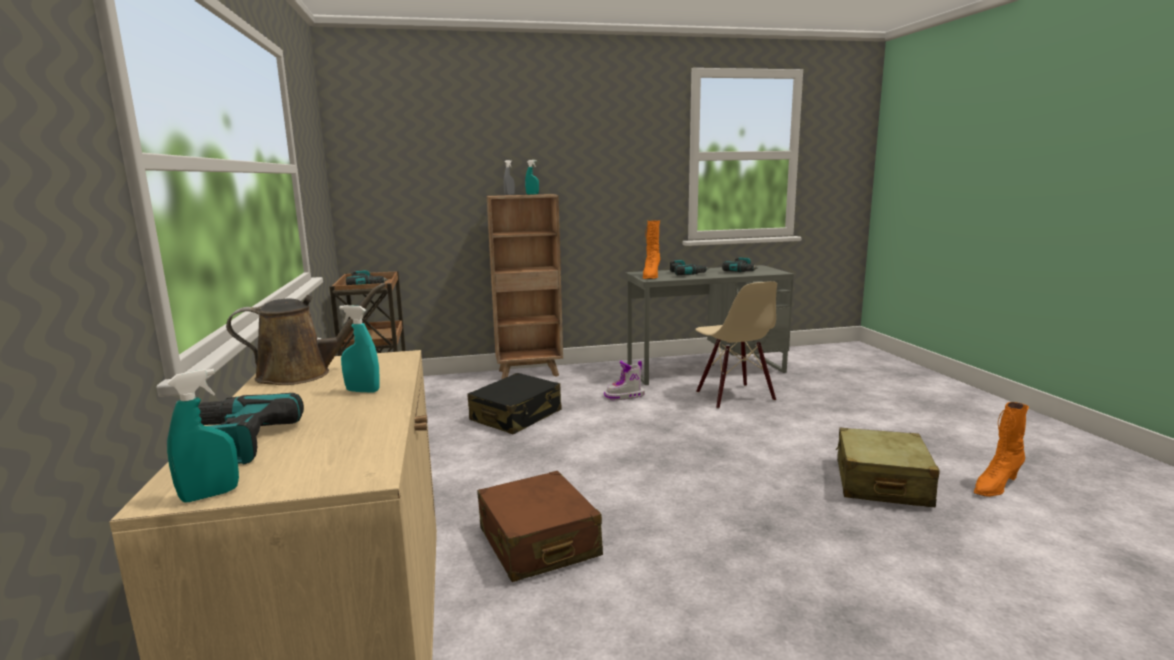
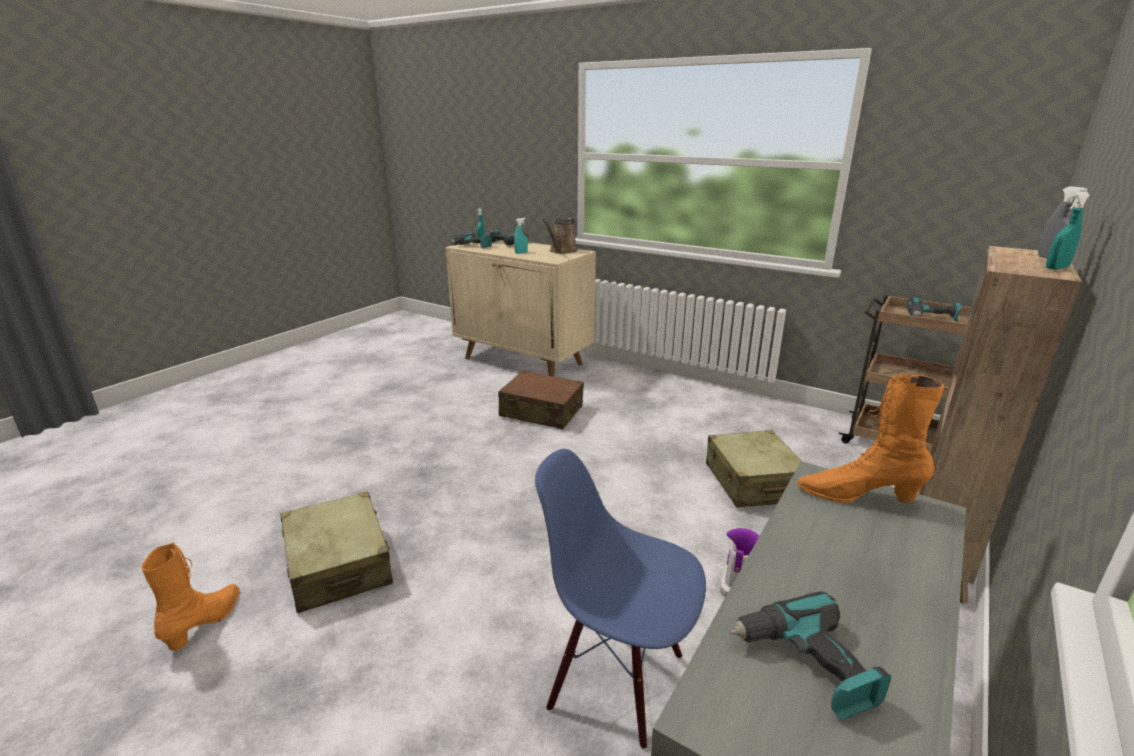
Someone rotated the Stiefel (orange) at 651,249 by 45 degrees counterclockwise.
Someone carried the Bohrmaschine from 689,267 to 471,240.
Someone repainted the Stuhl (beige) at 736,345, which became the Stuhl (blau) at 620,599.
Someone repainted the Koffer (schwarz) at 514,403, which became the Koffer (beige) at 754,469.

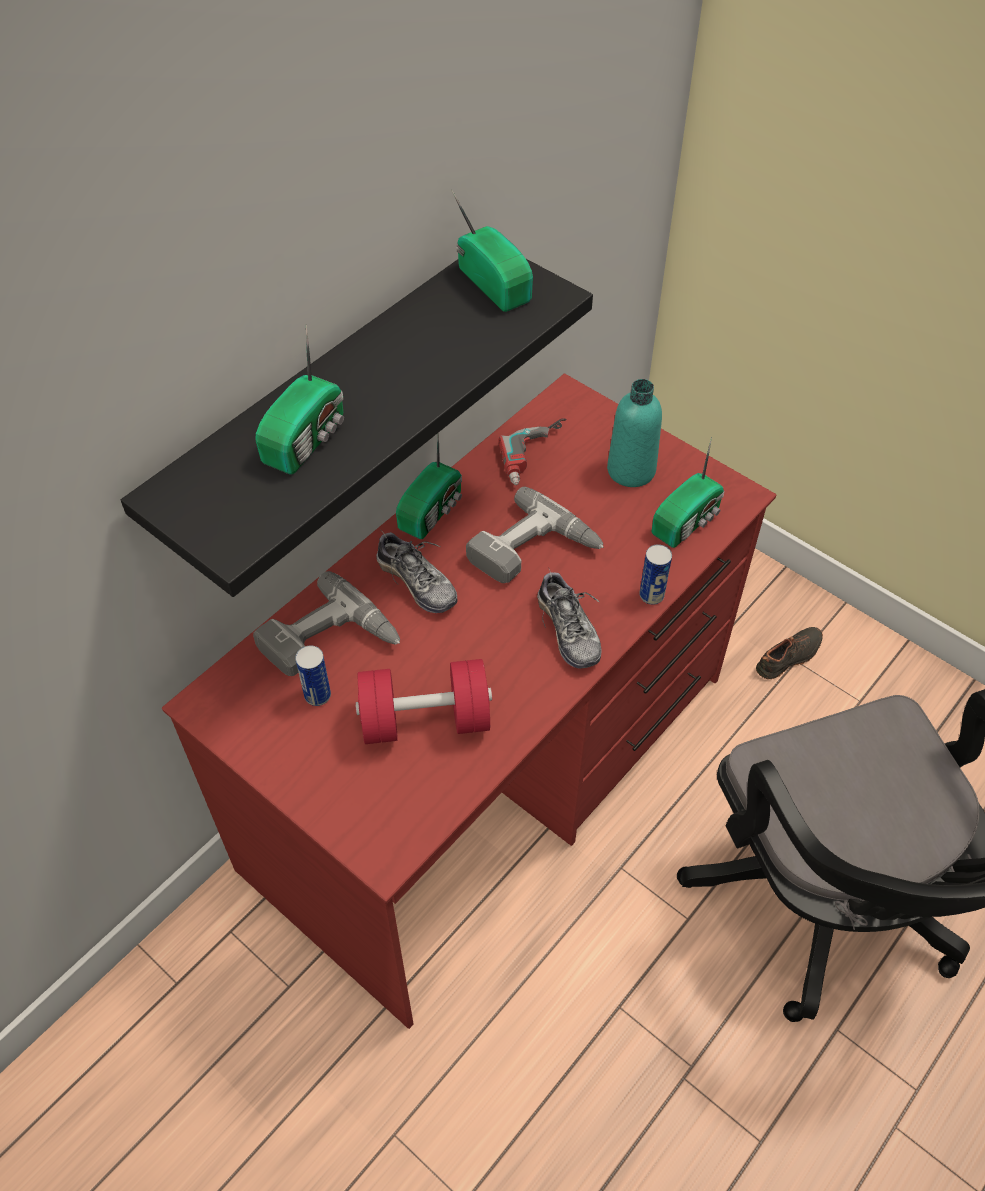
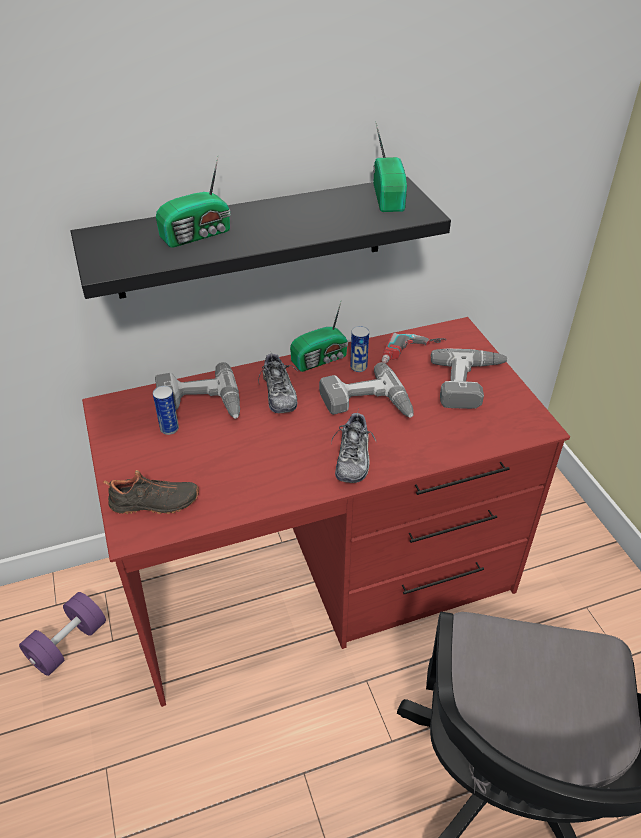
Someone swapped the Flasche (türkis) at 634,433 for the Bohrmaschine at 470,379.
Someone took away the Radio at 687,492.
Someone carried the Dose from 655,574 to 359,349.
Someone carried the Schuh (schwarz) from 789,653 to 151,492.
Someone took away the Hantel (rot) at 423,701.
Someone put down the Hantel (lila) at 62,634.

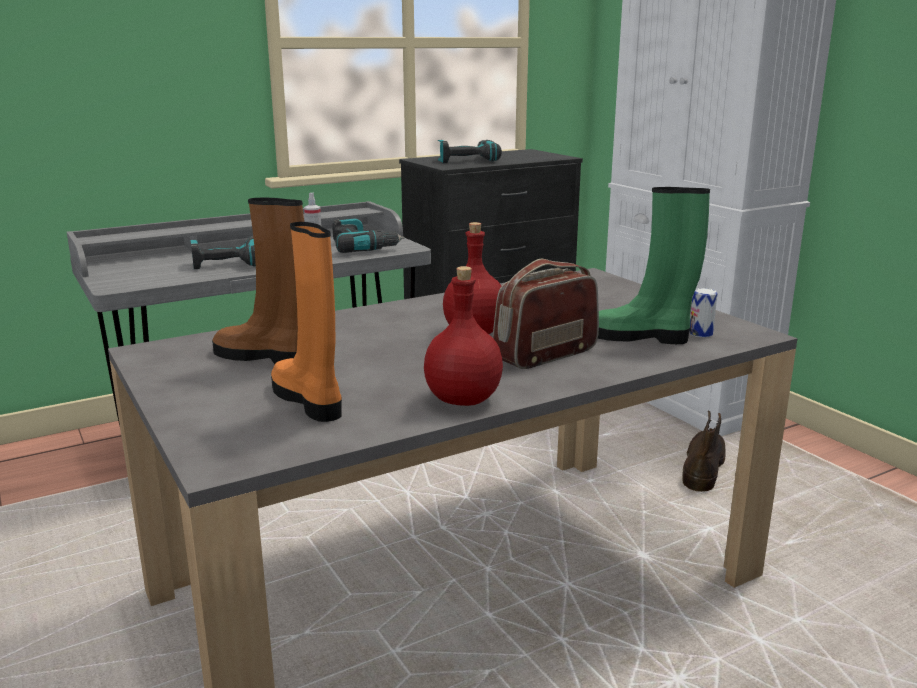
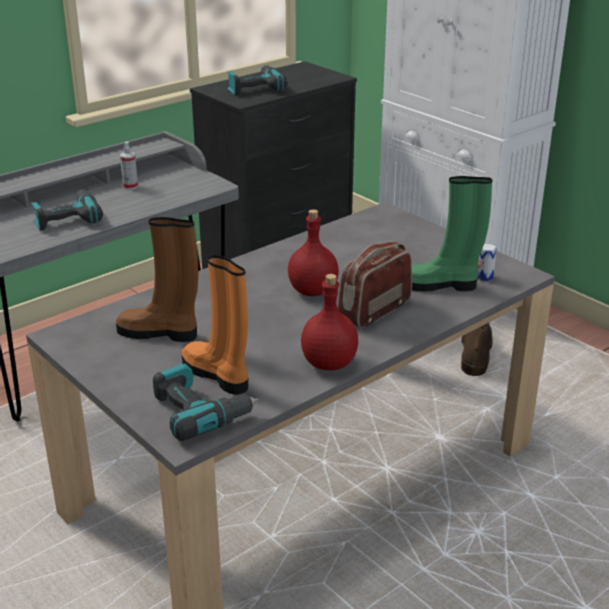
Someone carried the Bohrmaschine from 369,235 to 206,402.

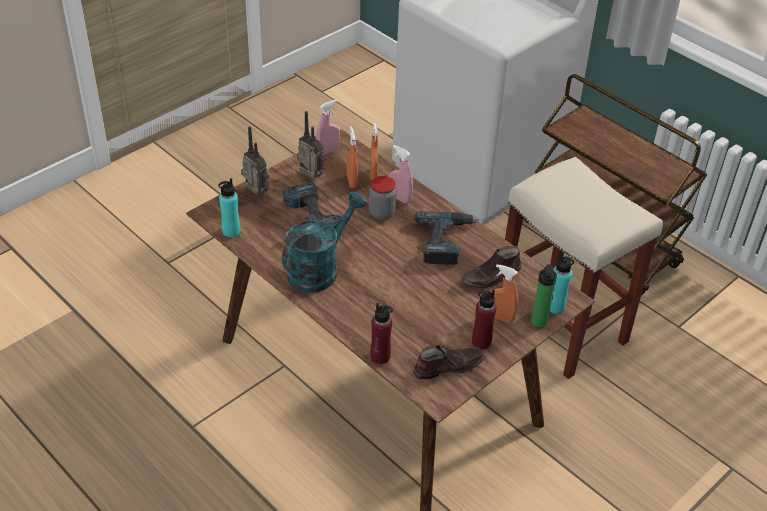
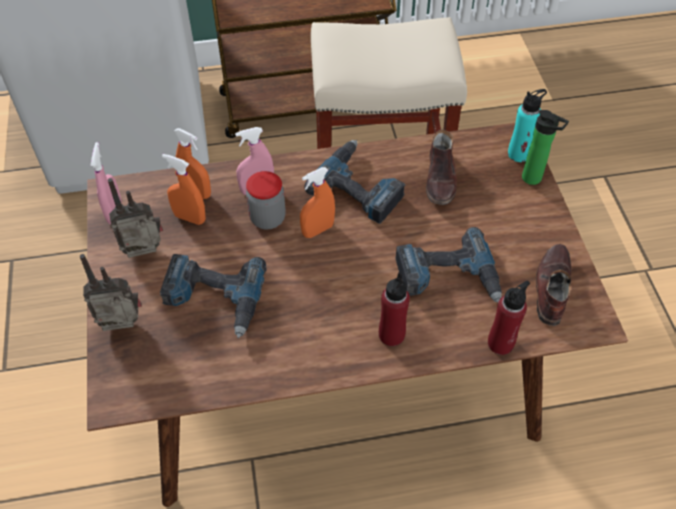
Someone took away the Flasche (türkis) at 229,208.
Someone took away the Gießkanne (türkis) at 324,242.
Someone carried the Sprühflasche (orange) from 505,293 to 317,202.
Someone carried the Flasche (rot) from 484,319 to 394,309.
Someone put down the Bohrmaschine at 449,264.

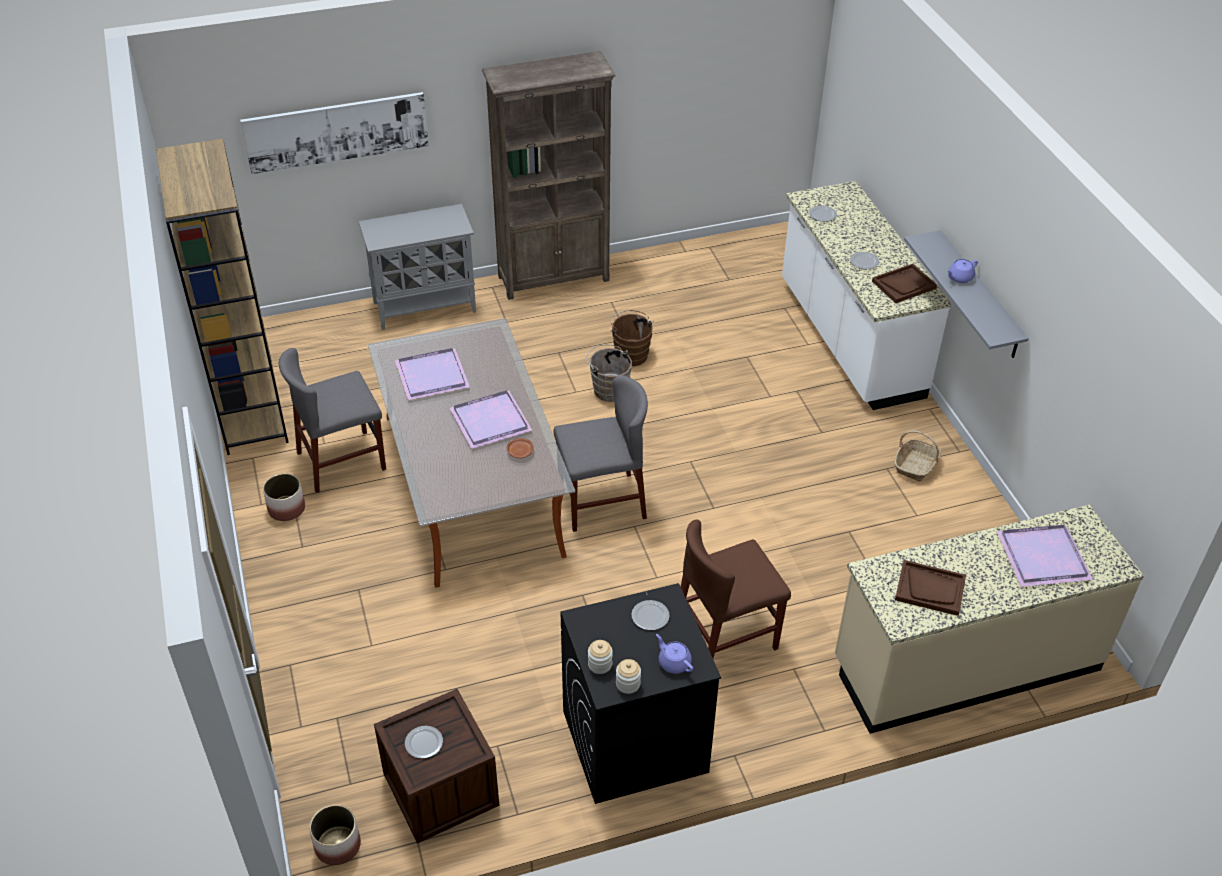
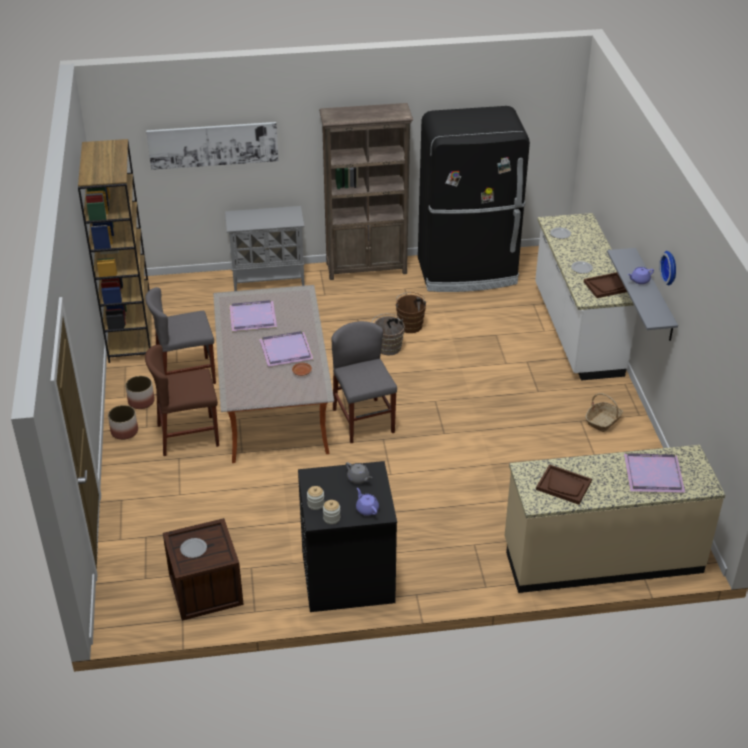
Someone rotated the Stuhl (grau) at 600,454 by 105 degrees counterclockwise.
Someone carried the Stuhl (braun) from 736,589 to 182,400.
Someone swapped the Teller at 651,615 for the Teekanne (grau) at 359,473.
Someone carried the Pflanzkübel from 335,835 to 123,422.
Someone put down the Kühlschrank (schwarz) at 474,199.
Someone put up the Wanduhr at 667,268.

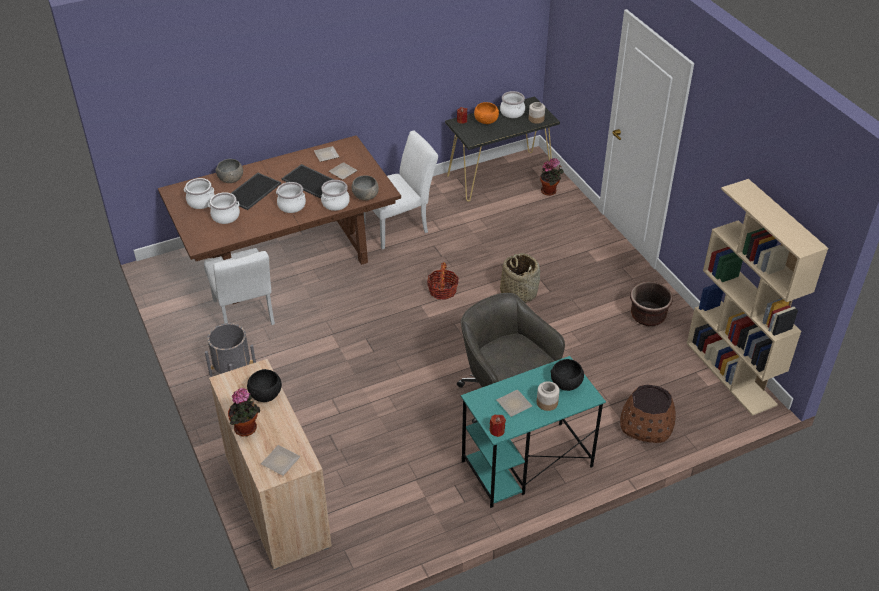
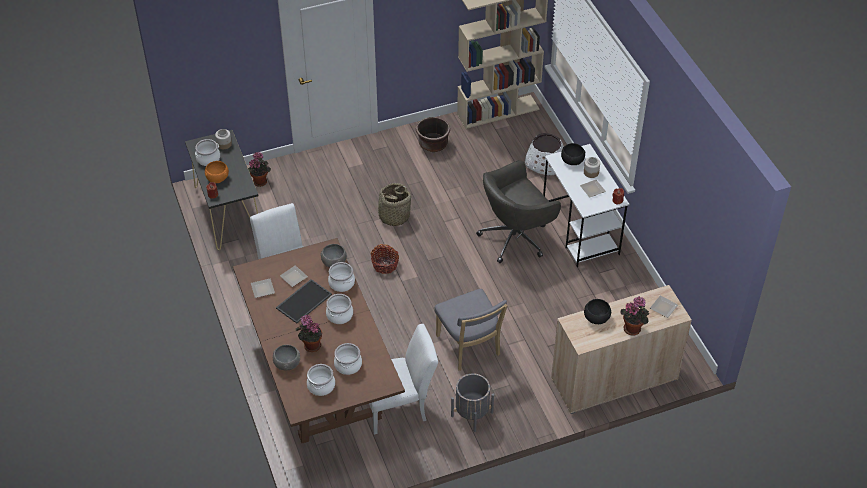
Someone swapped the Tablett at 256,191 for the Topfpflanze at 309,333.
Someone repainted the Schreibtisch (türkis) at 533,432, which became the Schreibtisch (weiß) at 586,205.
Someone repainted the Pflanzkübel (braun) at 648,414, which became the Pflanzkübel (weiß) at 544,154.
Someone put down the Stuhl (grau) at 471,330.

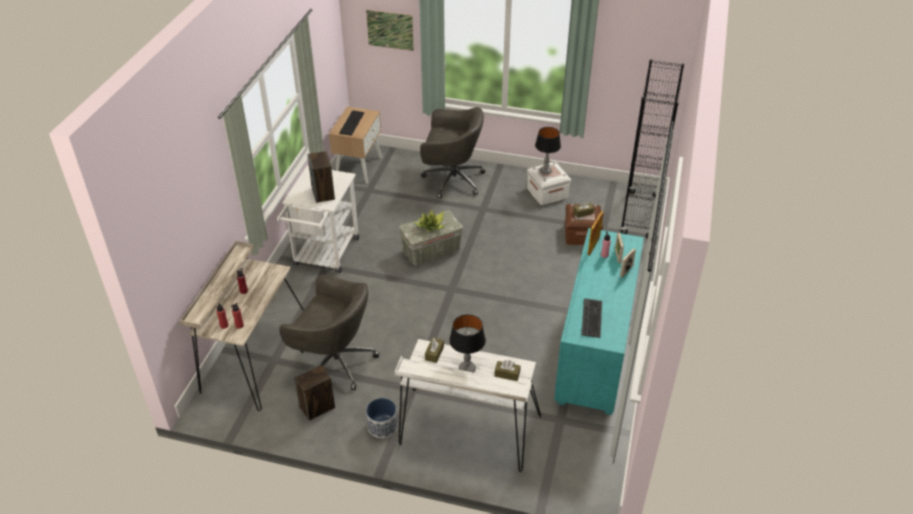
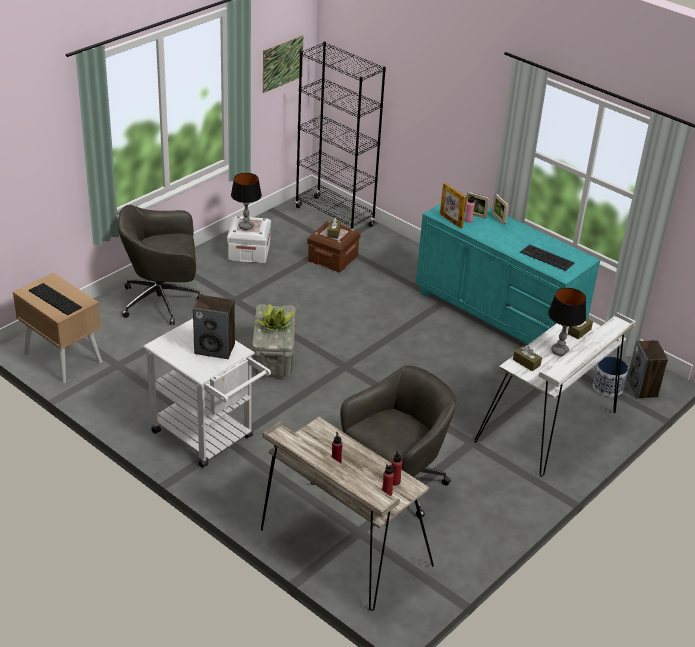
Someone carried the Bild from 390,30 to 283,64.
Someone rotated the Bürostuhl (grau) at 452,153 by 135 degrees counterclockwise.
Someone carried the Lautsprecher from 314,392 to 647,369.
Someone carried the Pflanzkübel from 382,418 to 610,376.

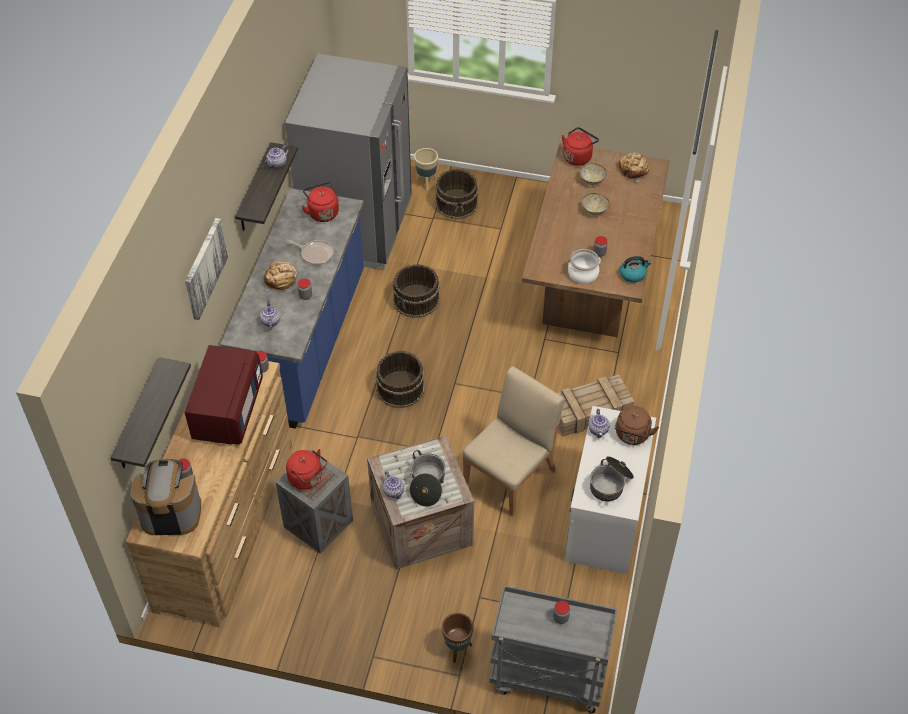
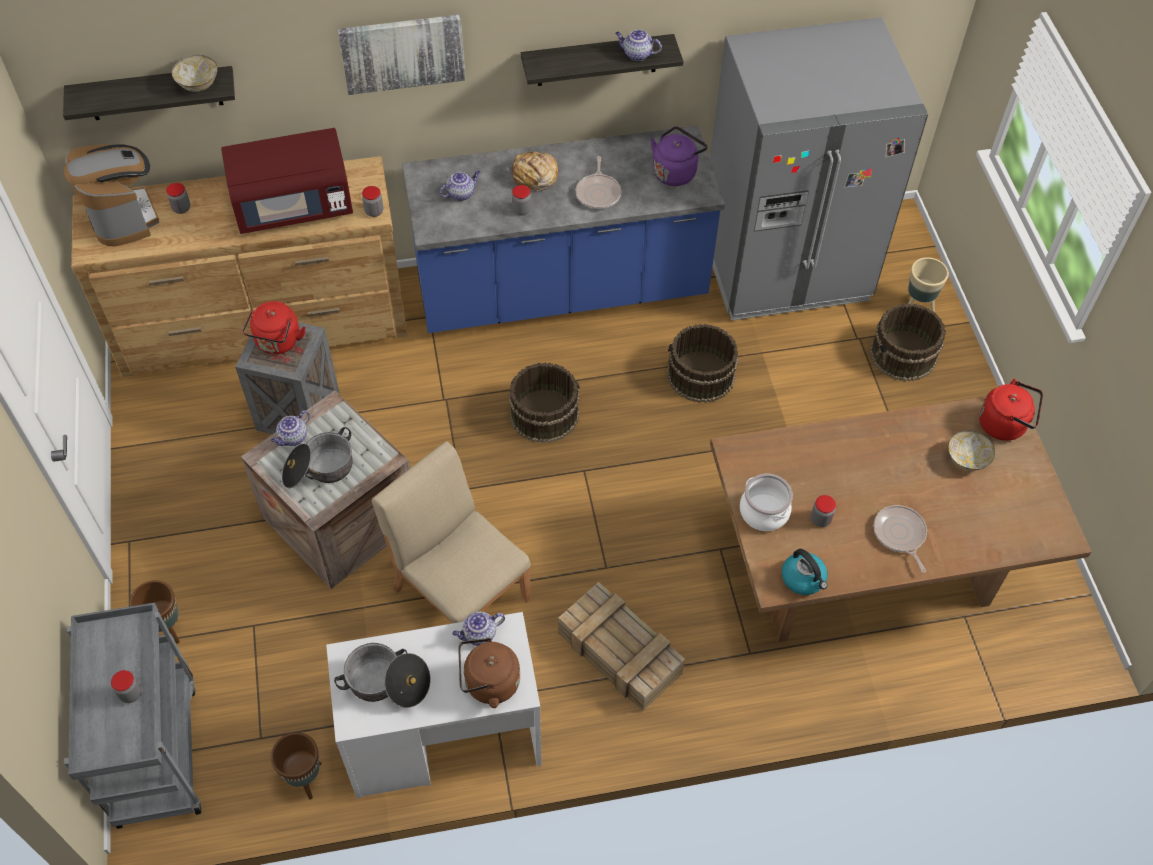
Someone took away the Brot at 634,167.
Someone repainted the Wasserkessel (rot) at 320,202, which became the Wasserkessel (lila) at 679,156.
Someone carried the Schüssel from 596,204 to 194,73.
Someone rotated the Stuhl (beige) at 513,441 by 150 degrees counterclockwise.
Someone put down the Pfanne at 900,539.
Someone put down the Pflanzkübel (braun) at 296,766.

